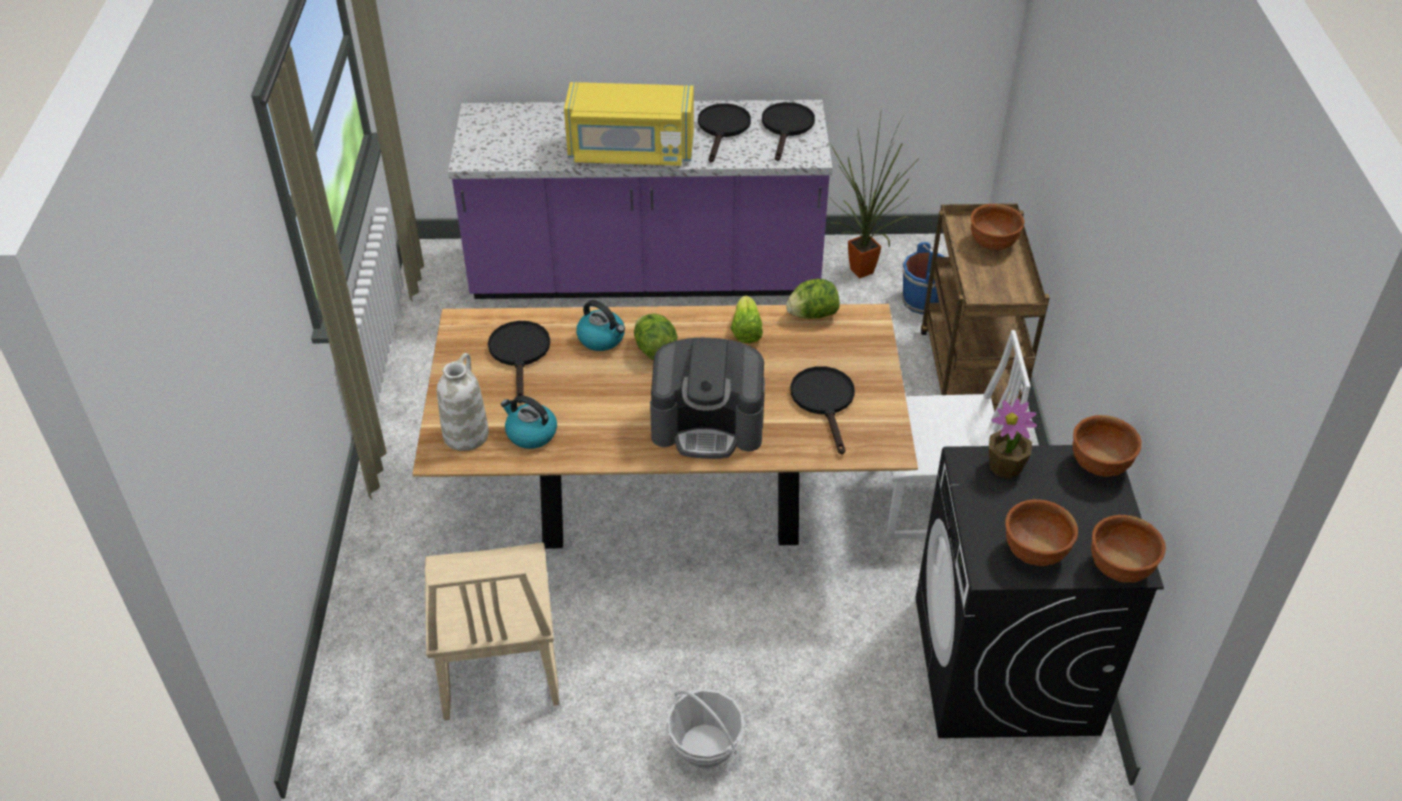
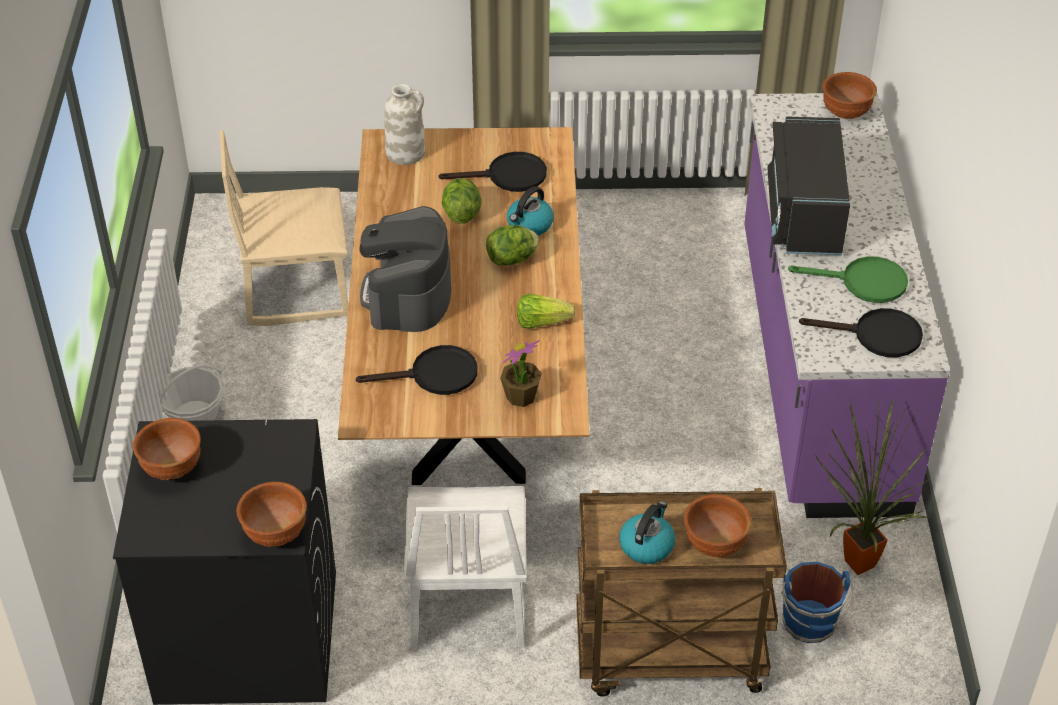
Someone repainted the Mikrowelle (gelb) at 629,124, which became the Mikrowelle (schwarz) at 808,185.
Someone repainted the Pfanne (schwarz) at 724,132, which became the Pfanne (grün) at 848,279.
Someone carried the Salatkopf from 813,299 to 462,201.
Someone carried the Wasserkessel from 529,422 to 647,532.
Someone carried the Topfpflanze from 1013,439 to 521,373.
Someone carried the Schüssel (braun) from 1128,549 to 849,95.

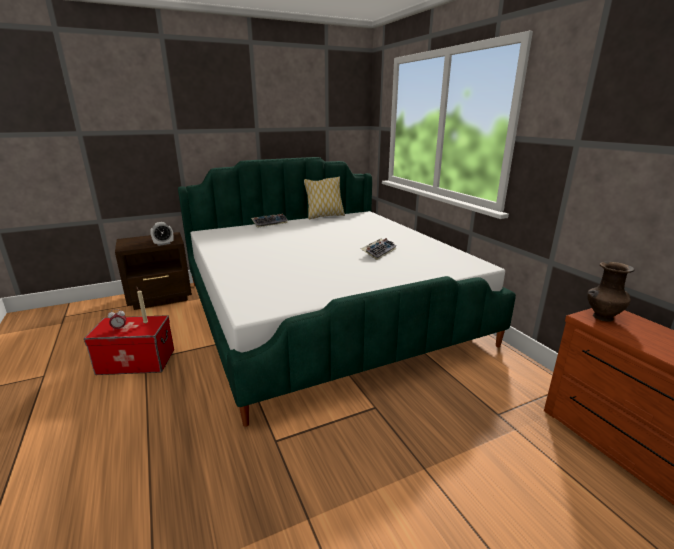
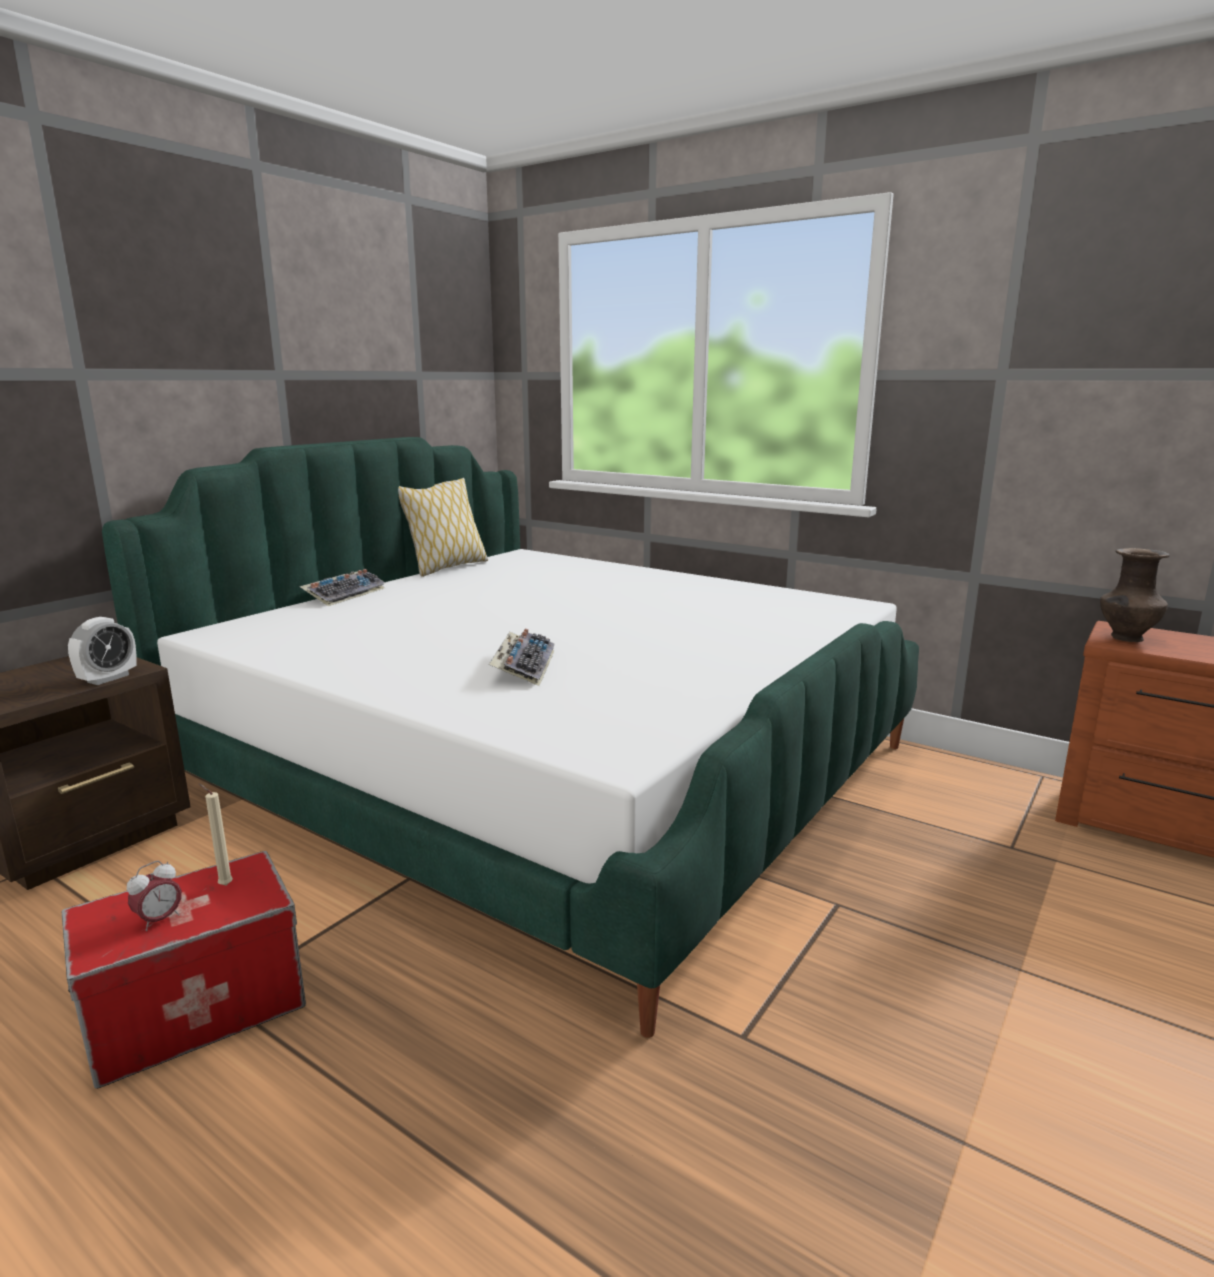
Someone carried the Tastatur from 378,249 to 522,657.

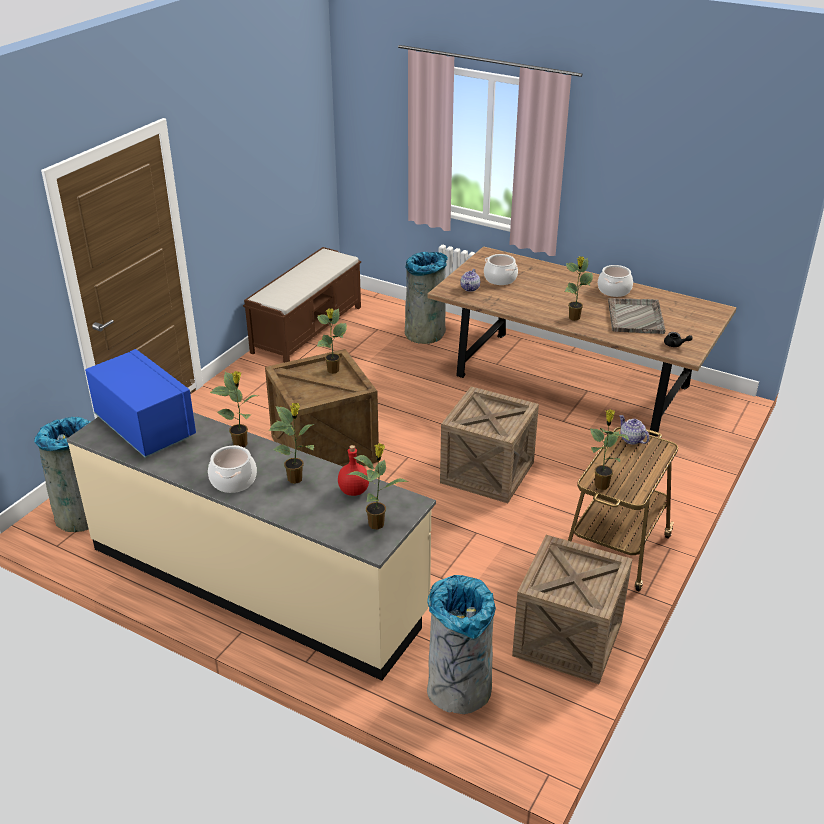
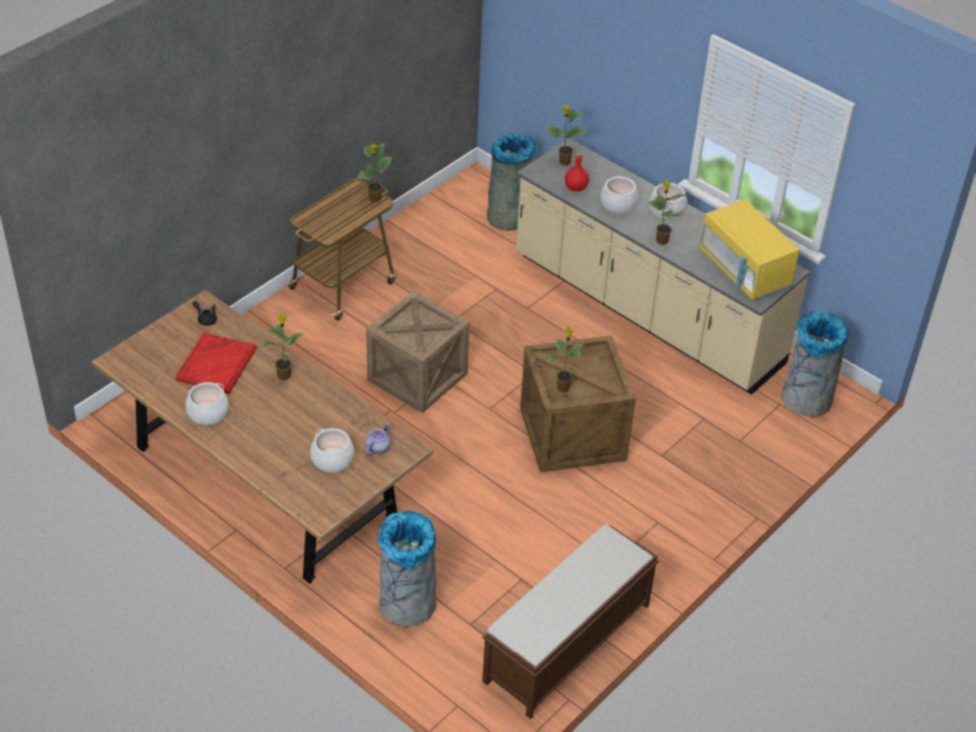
Someone repainted the Tablett (grau) at 637,316, which became the Tablett (rot) at 216,363.
Someone repainted the Mikrowelle (blau) at 140,403, which became the Mikrowelle (gelb) at 749,249.
Someone swapped the Topfpflanze at 291,443 for the Kochtopf at 619,195.
Someone took away the Teekanne at 634,430.
Someone took away the Kiste at 572,609.

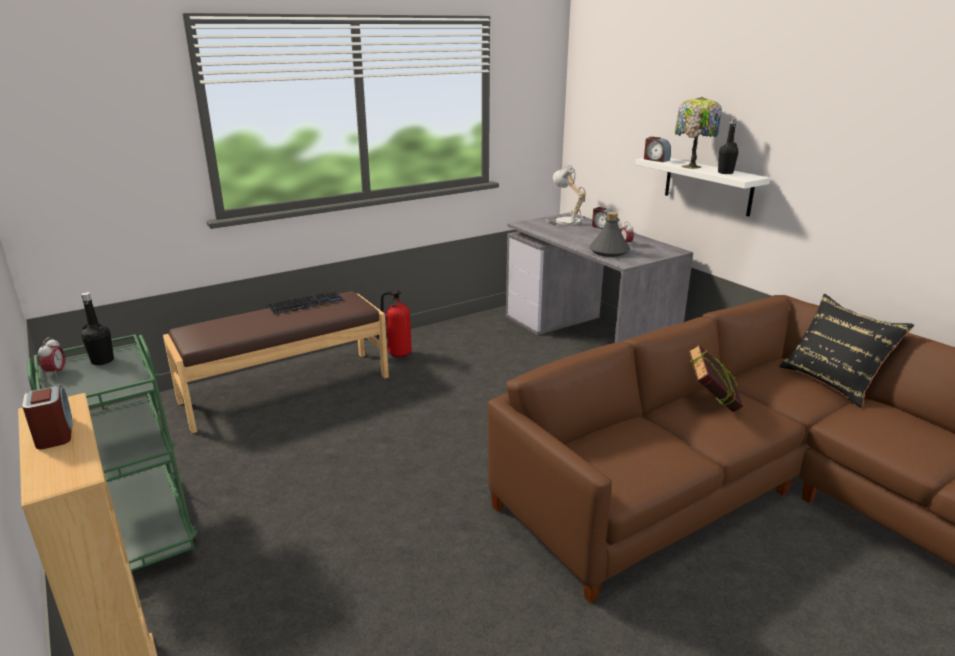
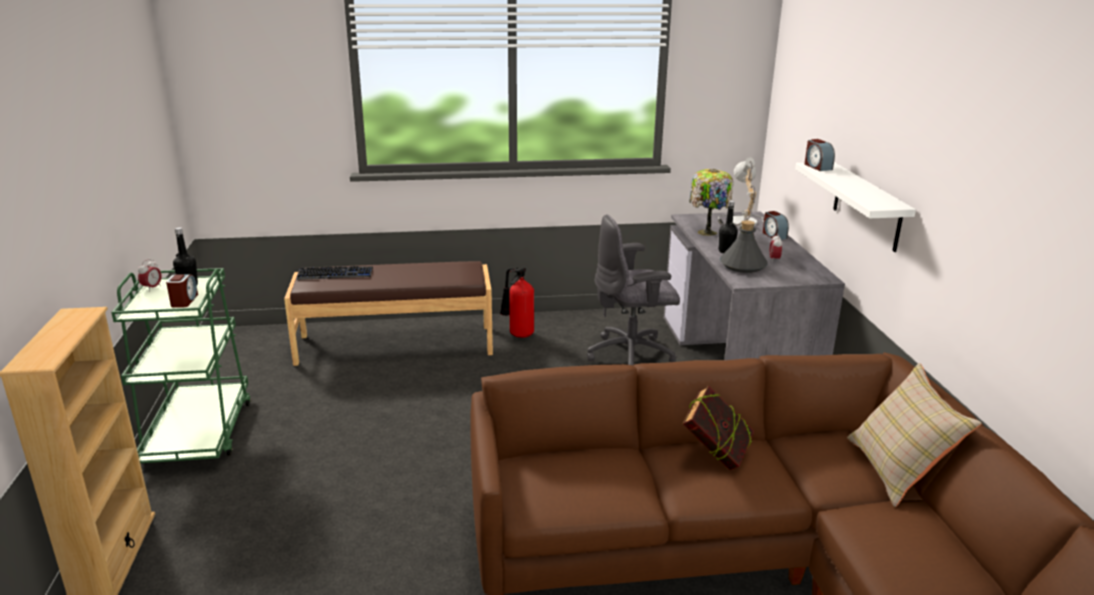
Someone carried the Tischlampe from 698,133 to 711,202.
Someone carried the Flasche (schwarz) from 728,146 to 728,227.
Someone carried the Tastatur from 305,303 to 334,273.
Someone repainted the Kissen (schwarz) at 846,350, which became the Kissen (beige) at 914,435.
Someone carried the Wecker from 47,417 to 182,291.
Someone put down the Bürostuhl (grau) at 633,289.

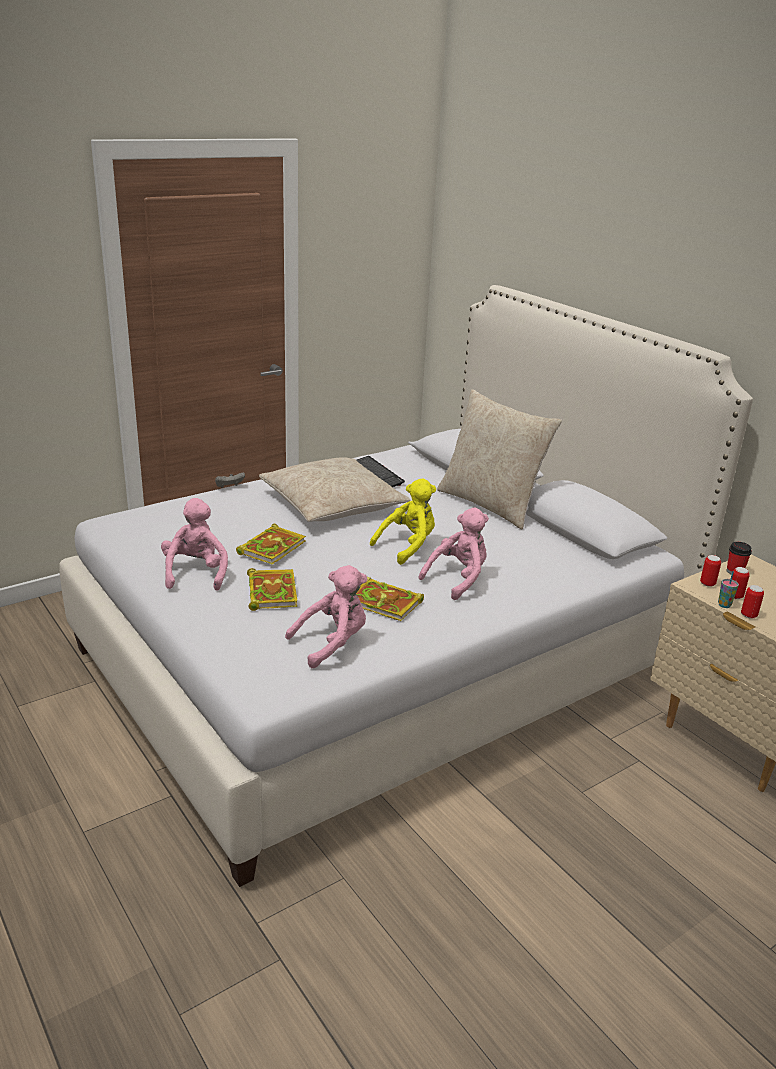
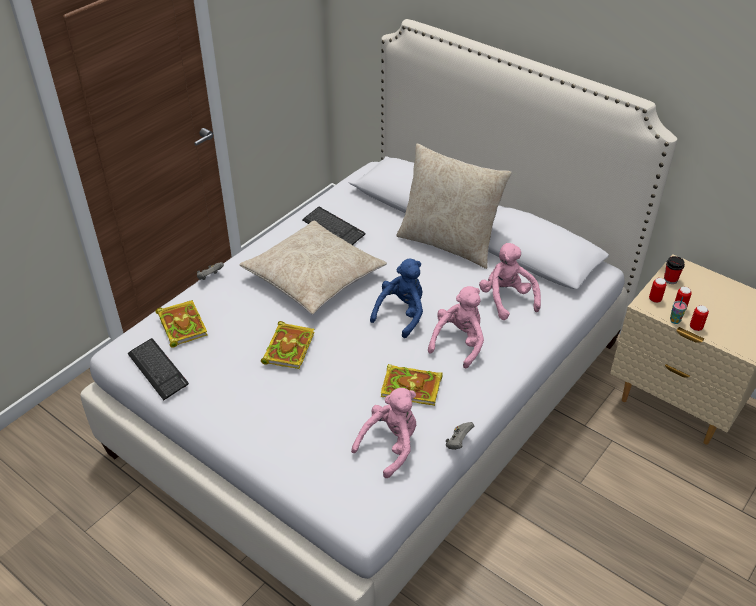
Someone repainted the Plüschtier (gelb) at 403,521, which became the Plüschtier (blau) at 396,298.
Someone carried the Plüschtier (rosa) from 194,544 to 510,281.
Someone carried the Buch from 272,589 to 181,324.
Someone put down the Tastatur at 158,369.
Someone put down the Gamepad (grau) at 459,436.

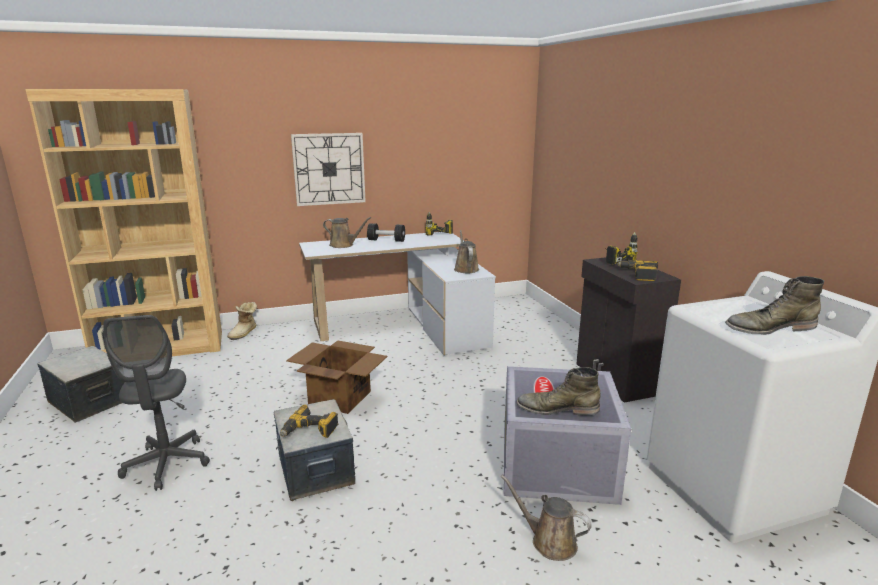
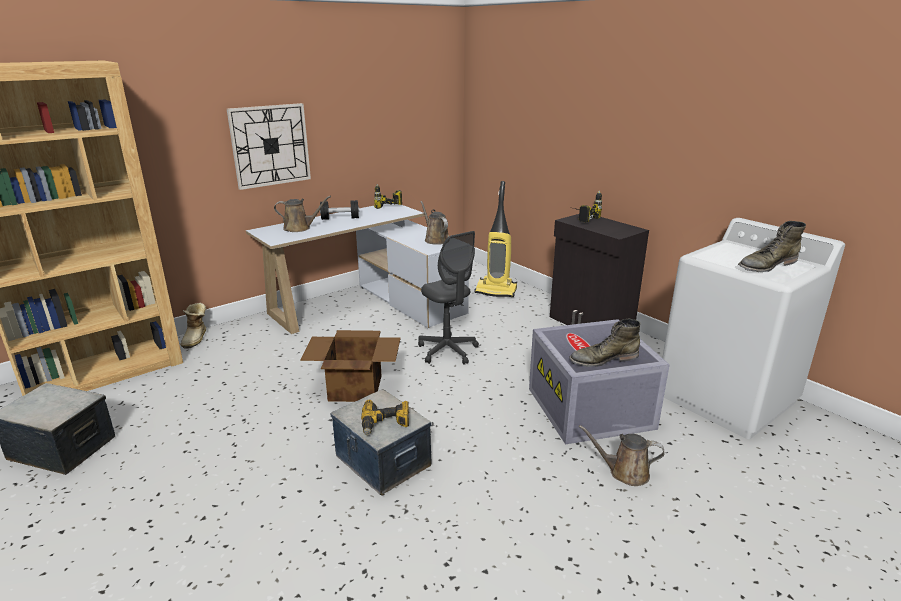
Someone took away the Bohrmaschine at 637,270.
Someone carried the Bürostuhl (grau) from 156,403 to 448,298.
Someone put down the Staubsauger at 495,239.

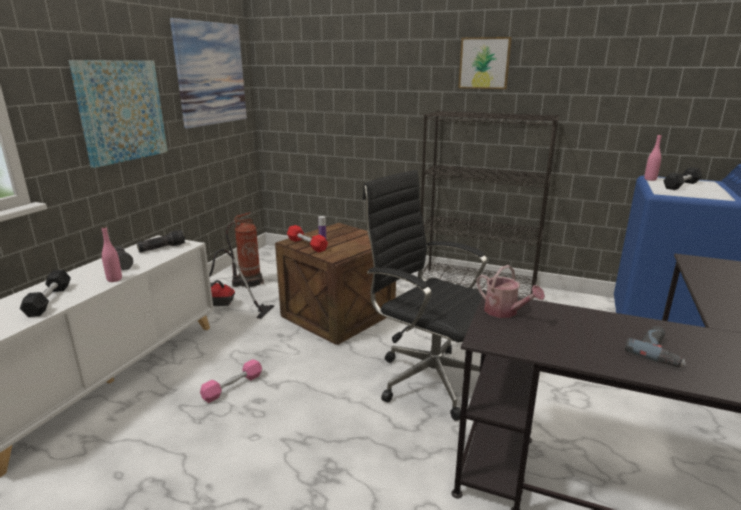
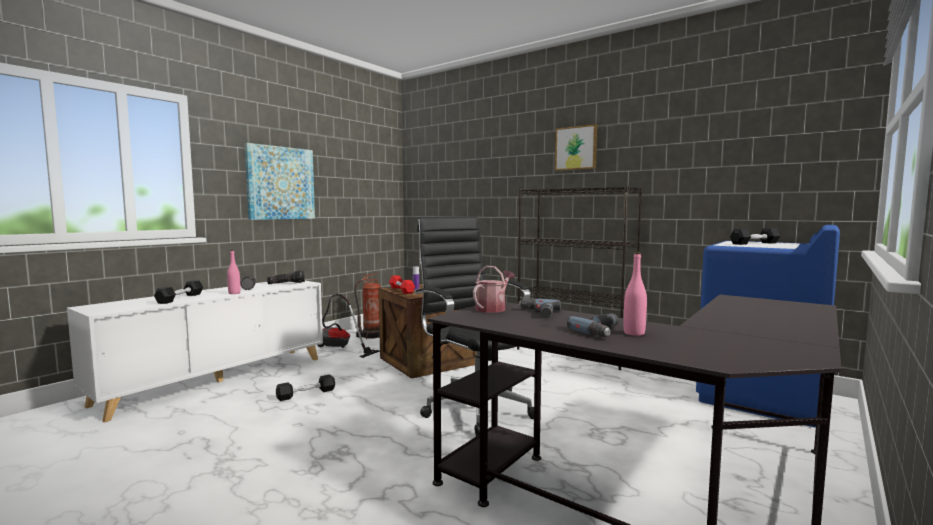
Someone took away the Bild at 208,73.
Someone carried the Flasche (rosa) from 653,157 to 635,294.
Someone rotated the Gießkanne at 511,291 by 120 degrees counterclockwise.
Someone repainted the Hantel (rosa) at 231,381, which became the Hantel (schwarz) at 305,388.
Someone put down the Bohrmaschine at 539,308.

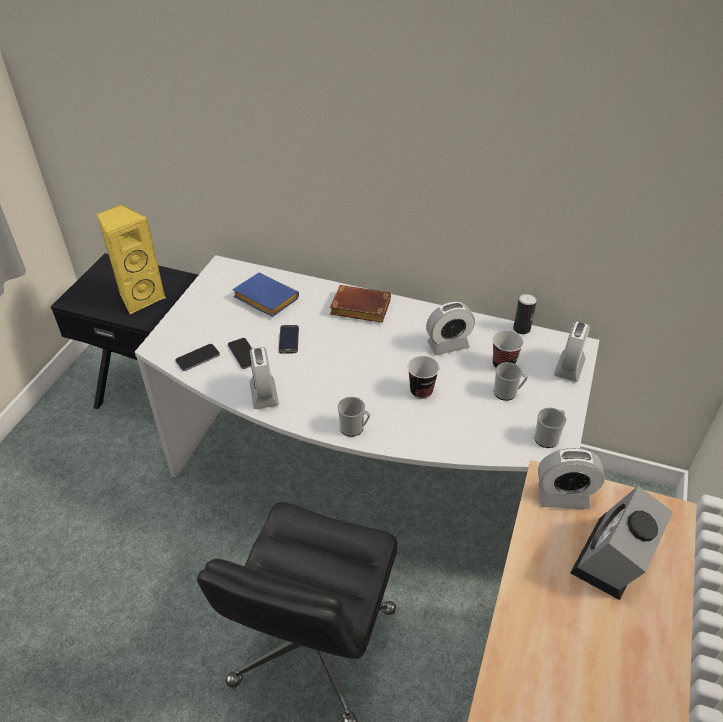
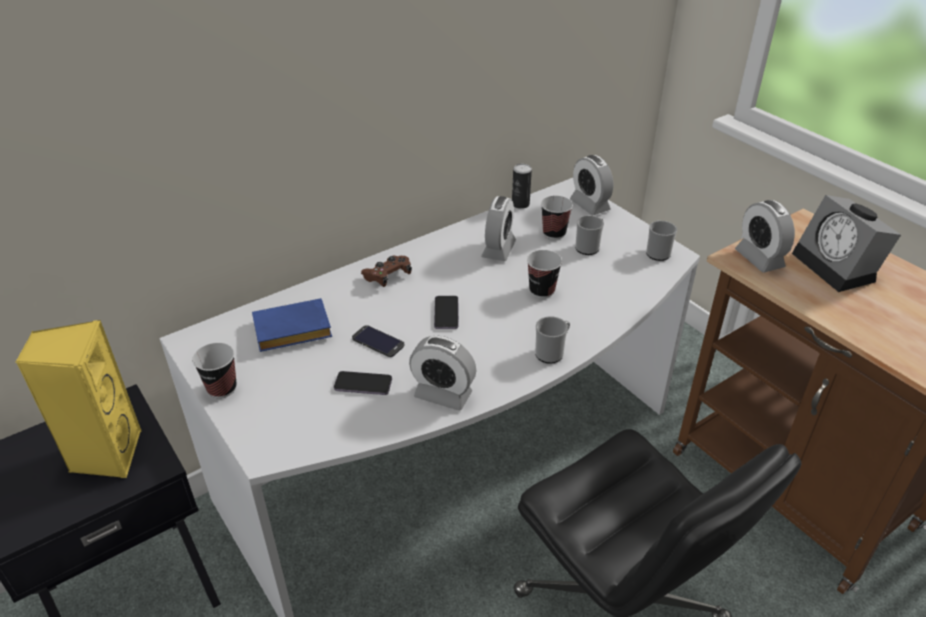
Someone swapped the Buch (braun) at 360,304 for the Gamepad (braun) at 386,271.
Someone carried the Handy from 197,357 to 446,312.
Someone rotated the Wecker at 571,478 by 120 degrees clockwise.
Someone put down the Tasse at 214,370.

